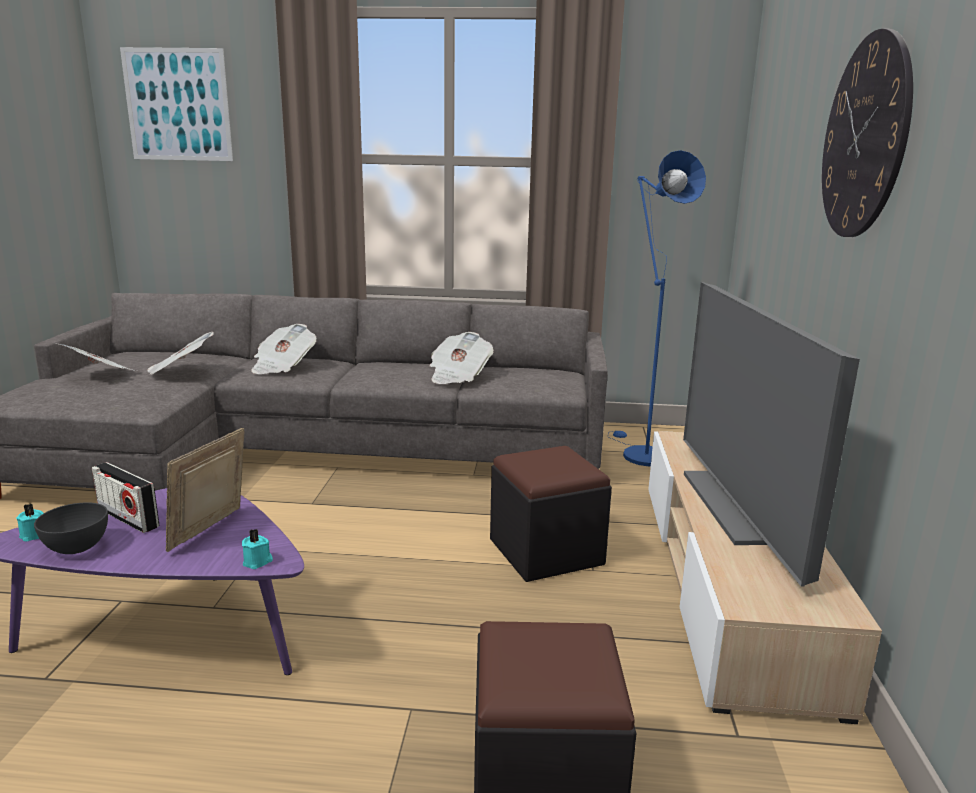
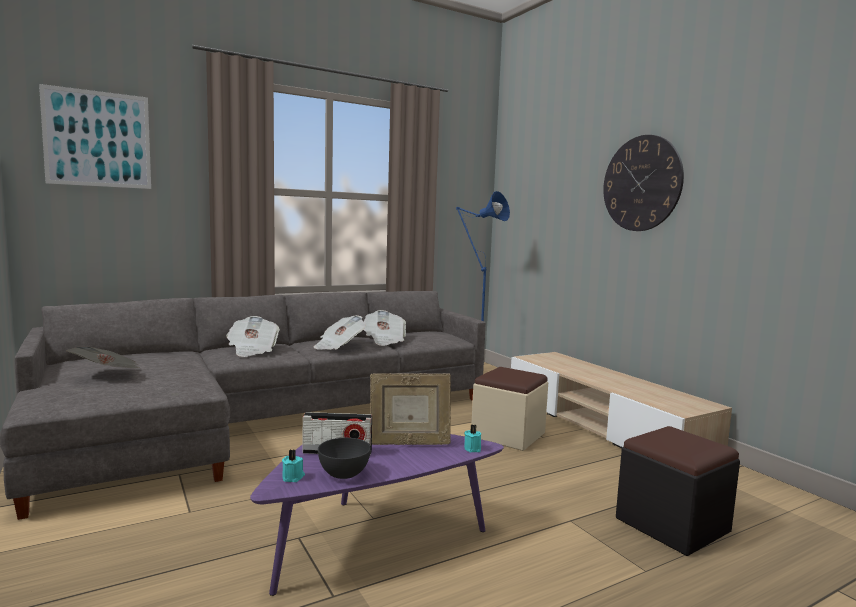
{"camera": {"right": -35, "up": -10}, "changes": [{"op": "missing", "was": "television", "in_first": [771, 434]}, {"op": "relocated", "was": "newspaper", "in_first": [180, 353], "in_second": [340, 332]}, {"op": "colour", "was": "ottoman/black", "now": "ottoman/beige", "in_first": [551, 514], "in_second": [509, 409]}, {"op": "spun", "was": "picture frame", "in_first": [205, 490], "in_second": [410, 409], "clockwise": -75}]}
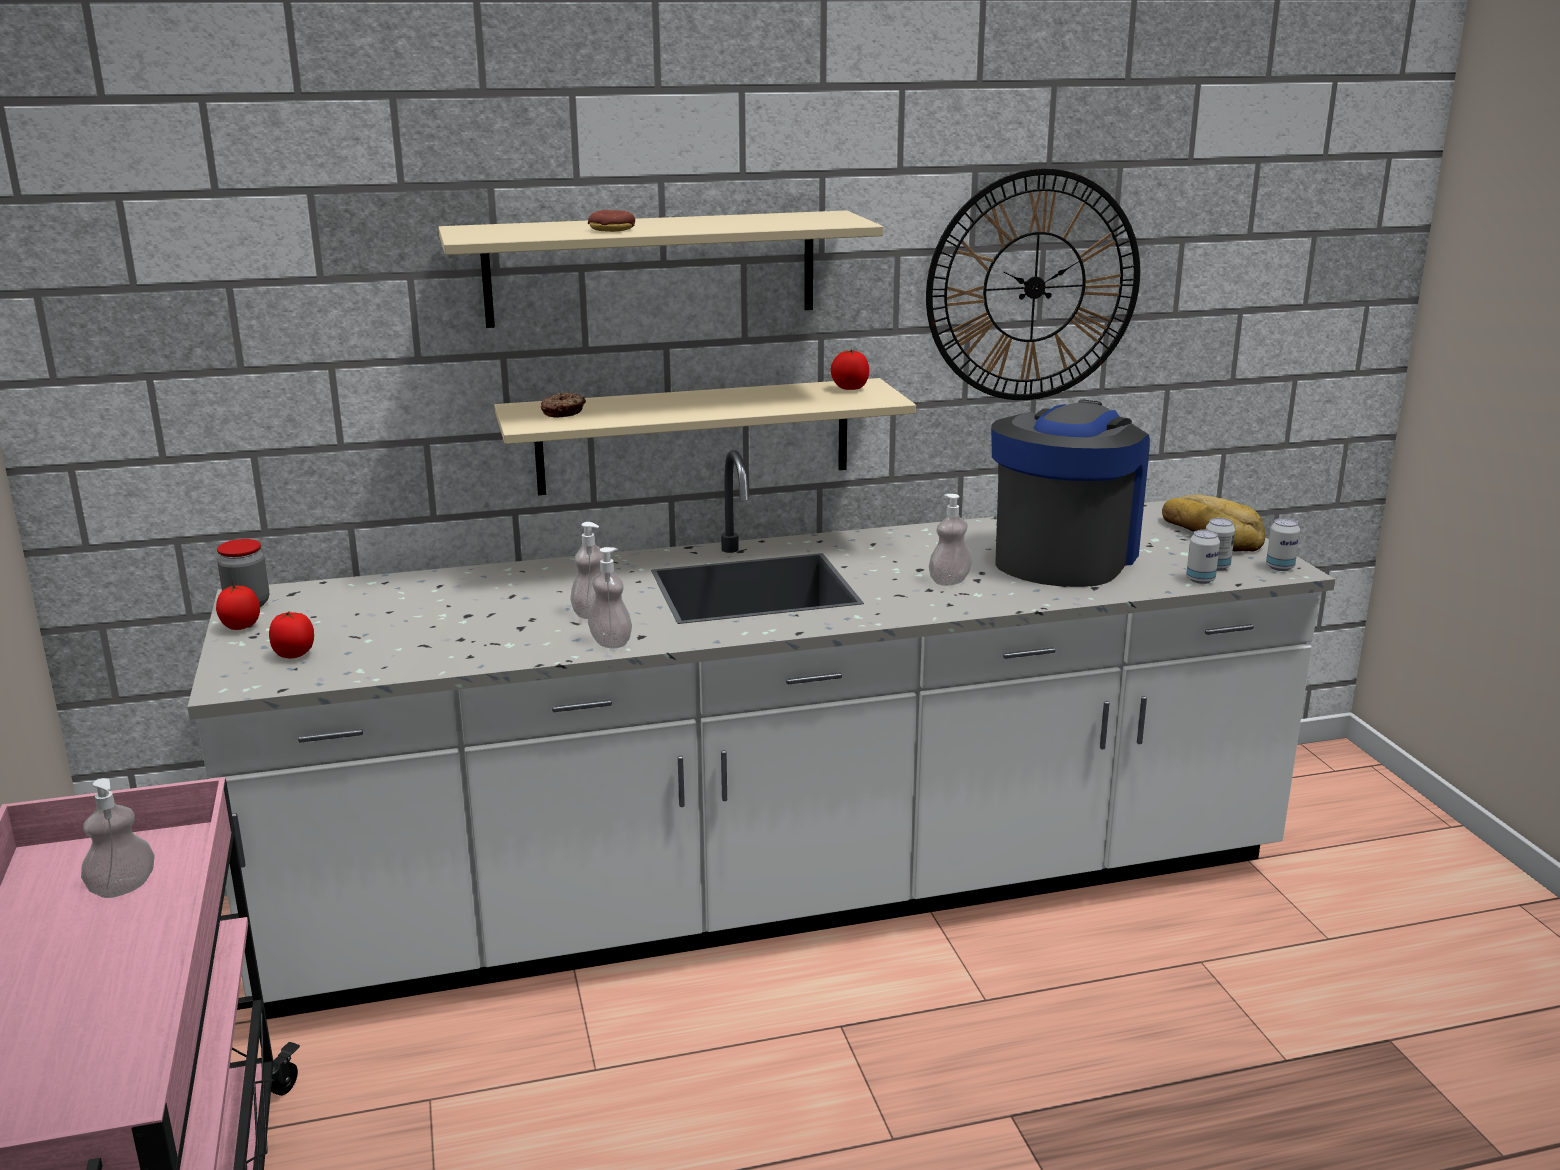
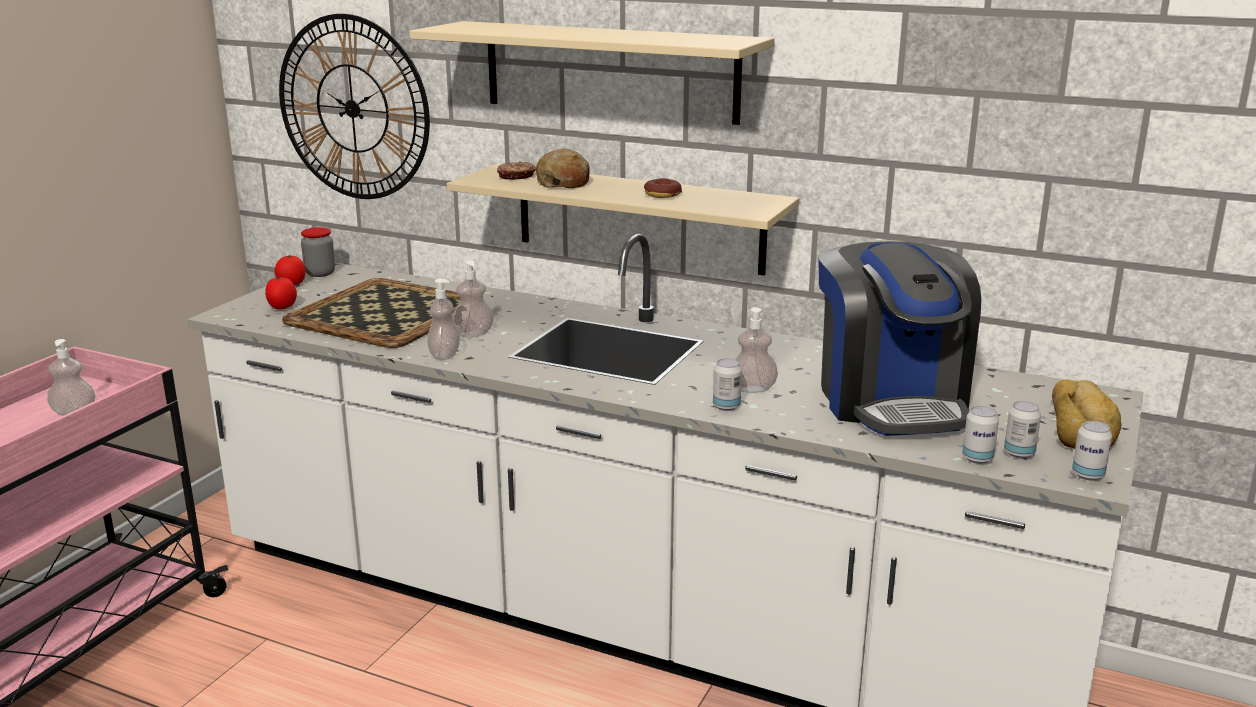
{"camera": {"right": 40, "up": 0}, "changes": [{"op": "missing", "was": "tomato", "in_first": [850, 370]}, {"op": "appeared", "now": "tray", "in_second": [371, 313]}, {"op": "appeared", "now": "bread", "in_second": [563, 168]}, {"op": "appeared", "now": "can", "in_second": [727, 384]}, {"op": "relocated", "was": "donut", "in_first": [611, 221], "in_second": [663, 188]}, {"op": "relocated", "was": "wall clock", "in_first": [1033, 284], "in_second": [354, 106]}, {"op": "spun", "was": "coffee machine", "in_first": [1070, 493], "in_second": [899, 338], "clockwise": 105}]}
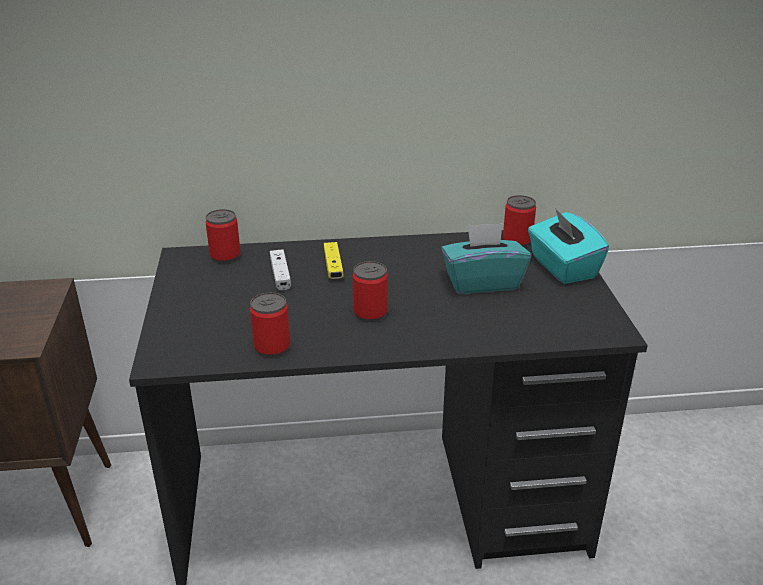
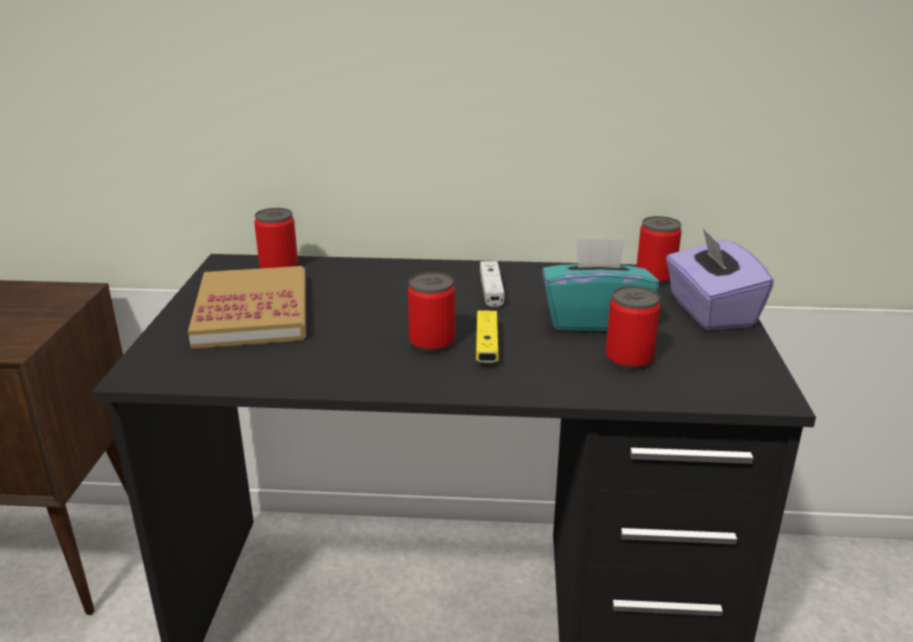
{"camera": {"right": 10, "up": -5}, "changes": [{"op": "appeared", "now": "book", "in_second": [247, 307]}, {"op": "relocated", "was": "can", "in_first": [270, 325], "in_second": [632, 328]}, {"op": "relocated", "was": "game controller/white", "in_first": [280, 269], "in_second": [492, 284]}, {"op": "relocated", "was": "game controller/yellow", "in_first": [334, 260], "in_second": [487, 336]}, {"op": "colour", "was": "tissue box/turquoise", "now": "tissue box/purple", "in_first": [568, 246], "in_second": [720, 279]}]}
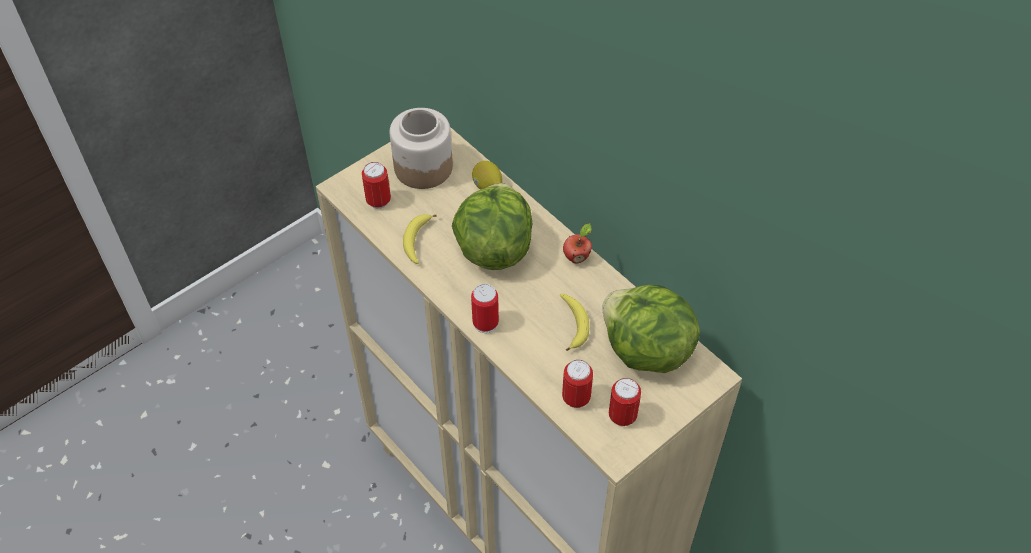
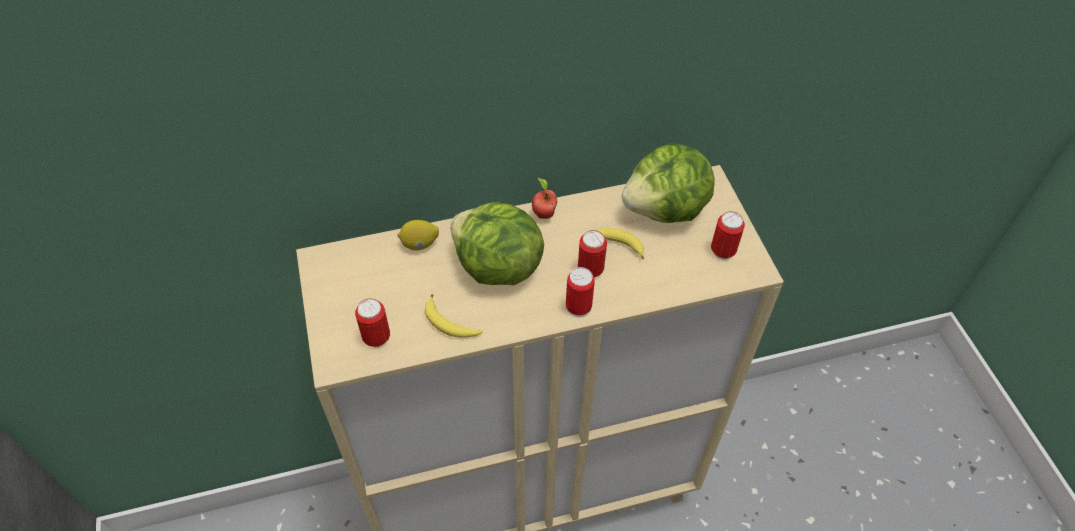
{"camera": {"right": -65, "up": 0}, "changes": [{"op": "missing", "was": "jar", "in_first": [421, 148]}, {"op": "relocated", "was": "can", "in_first": [577, 384], "in_second": [592, 254]}]}
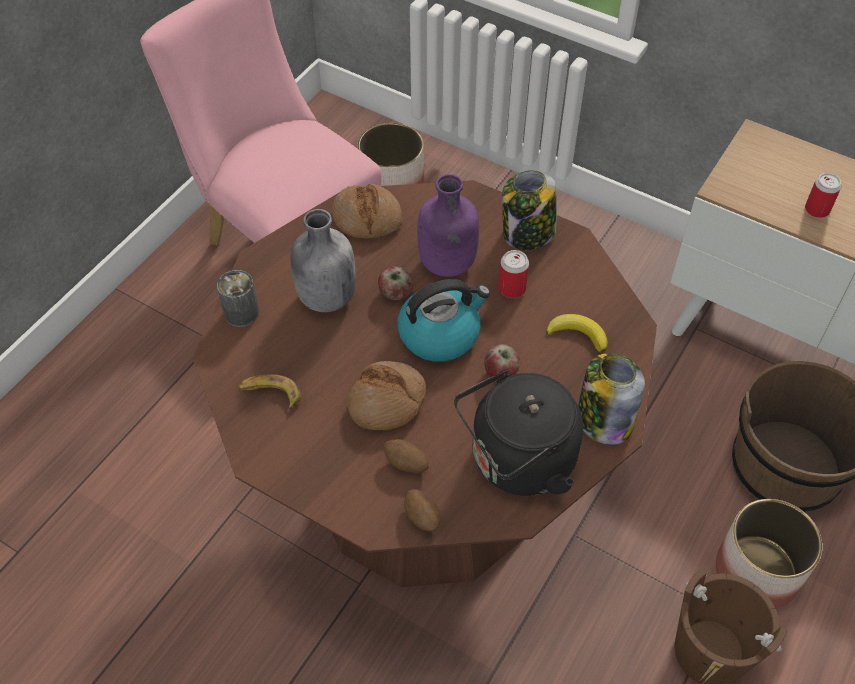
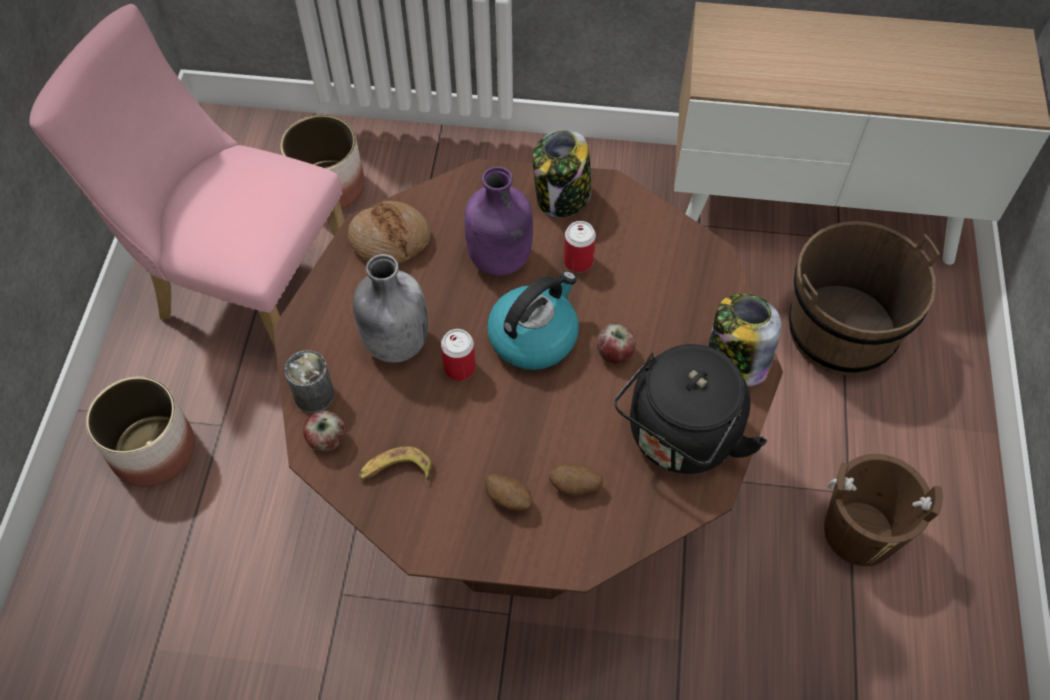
{"camera": {"right": -25, "up": 5}, "changes": [{"op": "missing", "was": "bread", "in_first": [387, 395]}, {"op": "missing", "was": "banana", "in_first": [577, 333]}, {"op": "relocated", "was": "apple", "in_first": [395, 283], "in_second": [324, 431]}, {"op": "relocated", "was": "potato", "in_first": [422, 510], "in_second": [508, 492]}, {"op": "relocated", "was": "planter", "in_first": [769, 554], "in_second": [140, 431]}, {"op": "relocated", "was": "can", "in_first": [823, 195], "in_second": [458, 355]}]}
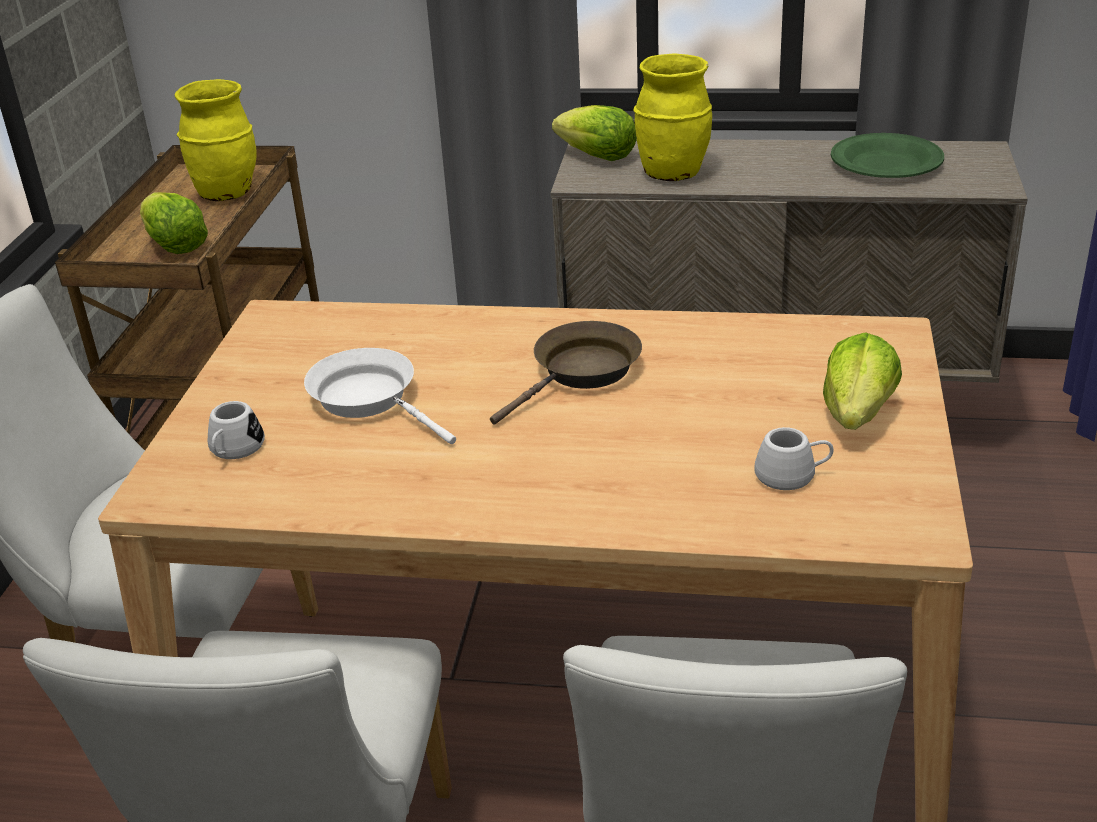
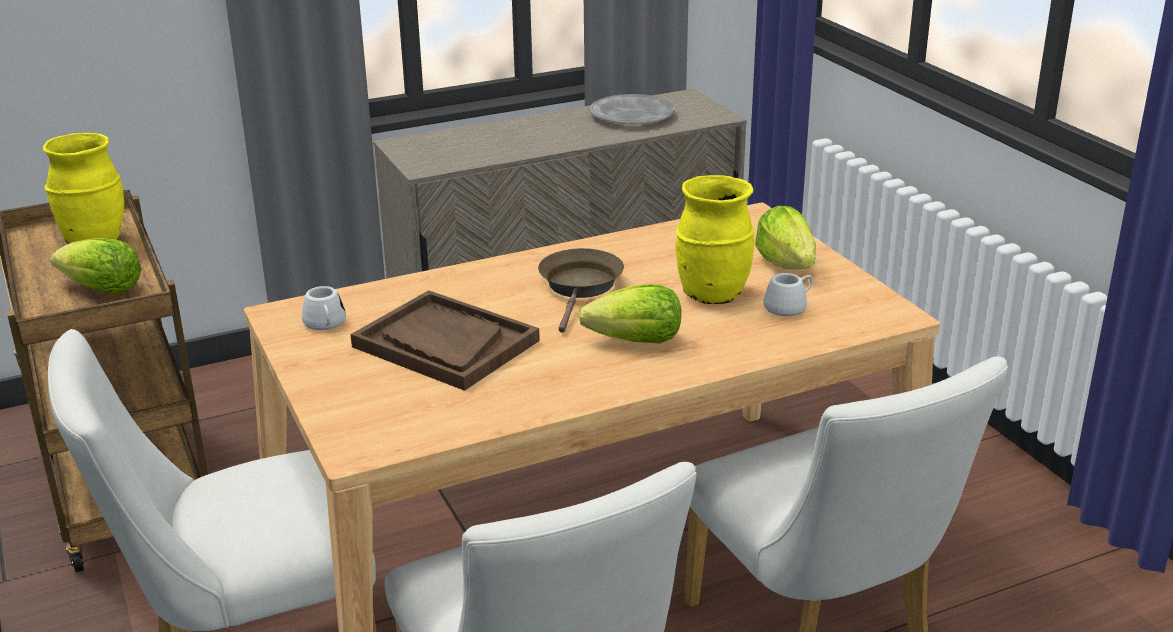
{"camera": {"right": -35, "up": -5}, "changes": [{"op": "relocated", "was": "mug/white", "in_first": [236, 430], "in_second": [324, 308]}, {"op": "relocated", "was": "lettuce", "in_first": [594, 133], "in_second": [630, 313]}, {"op": "relocated", "was": "vase/yellow", "in_first": [672, 117], "in_second": [714, 239]}, {"op": "exchanged", "was": "frying pan/white", "now": "tray/brown", "in_first": [380, 396], "in_second": [445, 340]}, {"op": "colour", "was": "plate/green", "now": "plate/grey", "in_first": [887, 155], "in_second": [632, 109]}]}
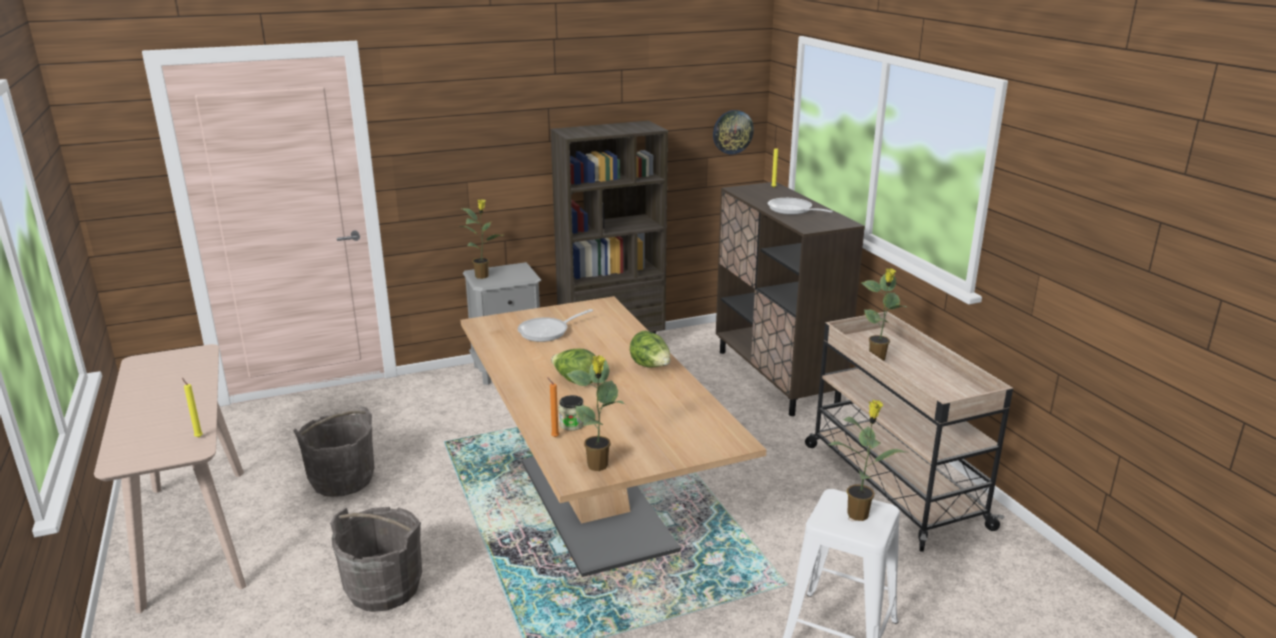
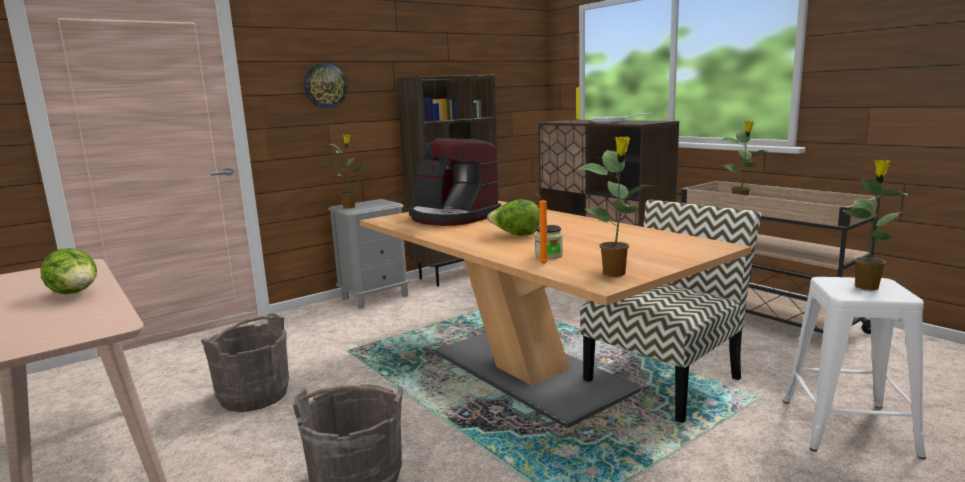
{"camera": {"right": -15, "up": -10}, "changes": [{"op": "missing", "was": "candle/yellow", "in_first": [192, 407]}, {"op": "appeared", "now": "chair", "in_second": [671, 311]}, {"op": "relocated", "was": "lettuce", "in_first": [650, 349], "in_second": [68, 271]}, {"op": "relocated", "was": "wall clock", "in_first": [733, 132], "in_second": [325, 85]}, {"op": "exchanged", "was": "frying pan", "now": "coffee machine", "in_first": [555, 325], "in_second": [455, 182]}]}
